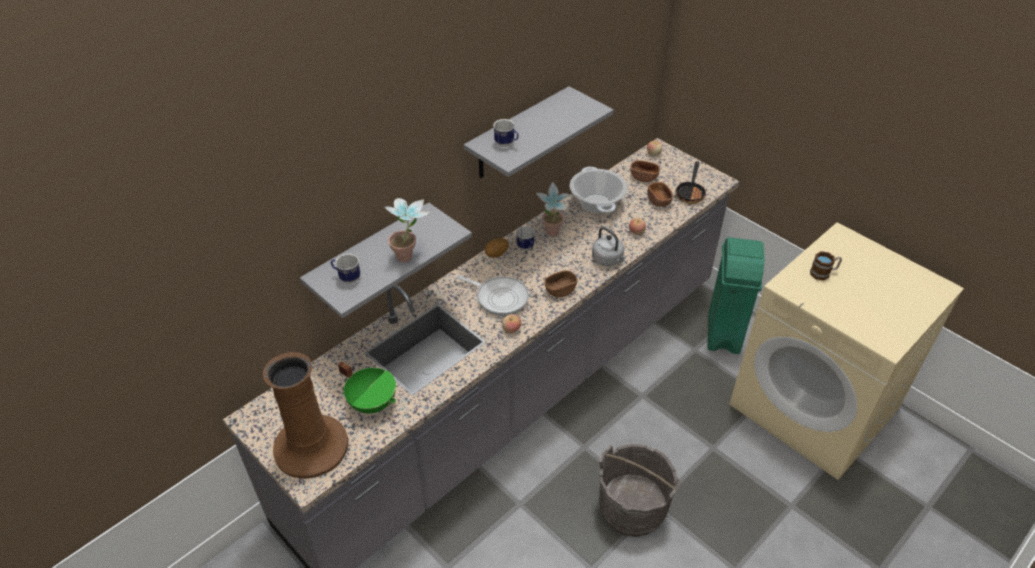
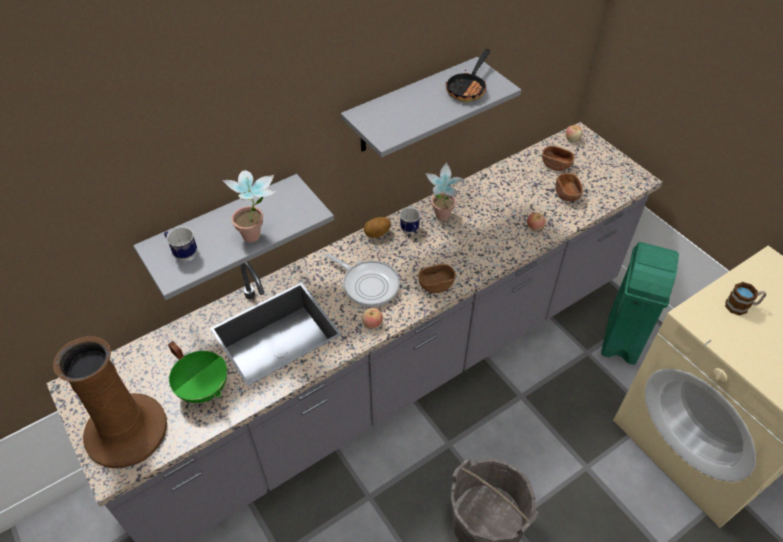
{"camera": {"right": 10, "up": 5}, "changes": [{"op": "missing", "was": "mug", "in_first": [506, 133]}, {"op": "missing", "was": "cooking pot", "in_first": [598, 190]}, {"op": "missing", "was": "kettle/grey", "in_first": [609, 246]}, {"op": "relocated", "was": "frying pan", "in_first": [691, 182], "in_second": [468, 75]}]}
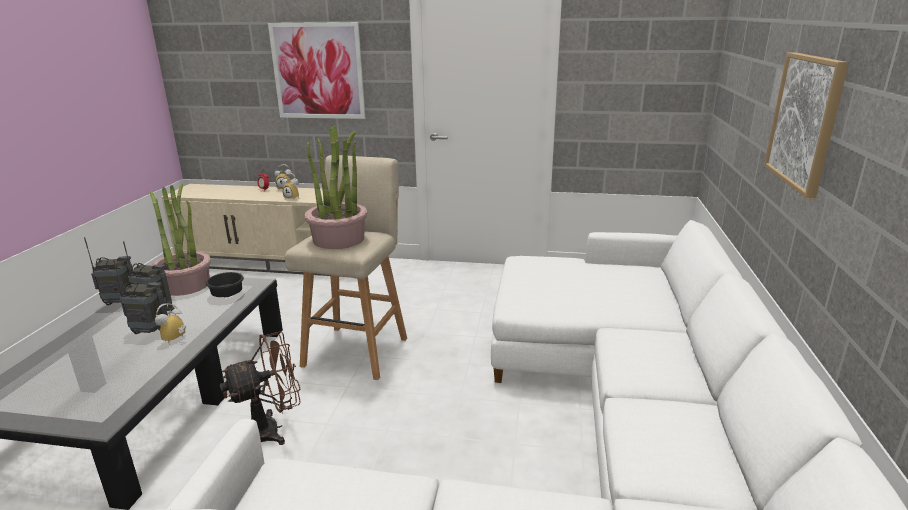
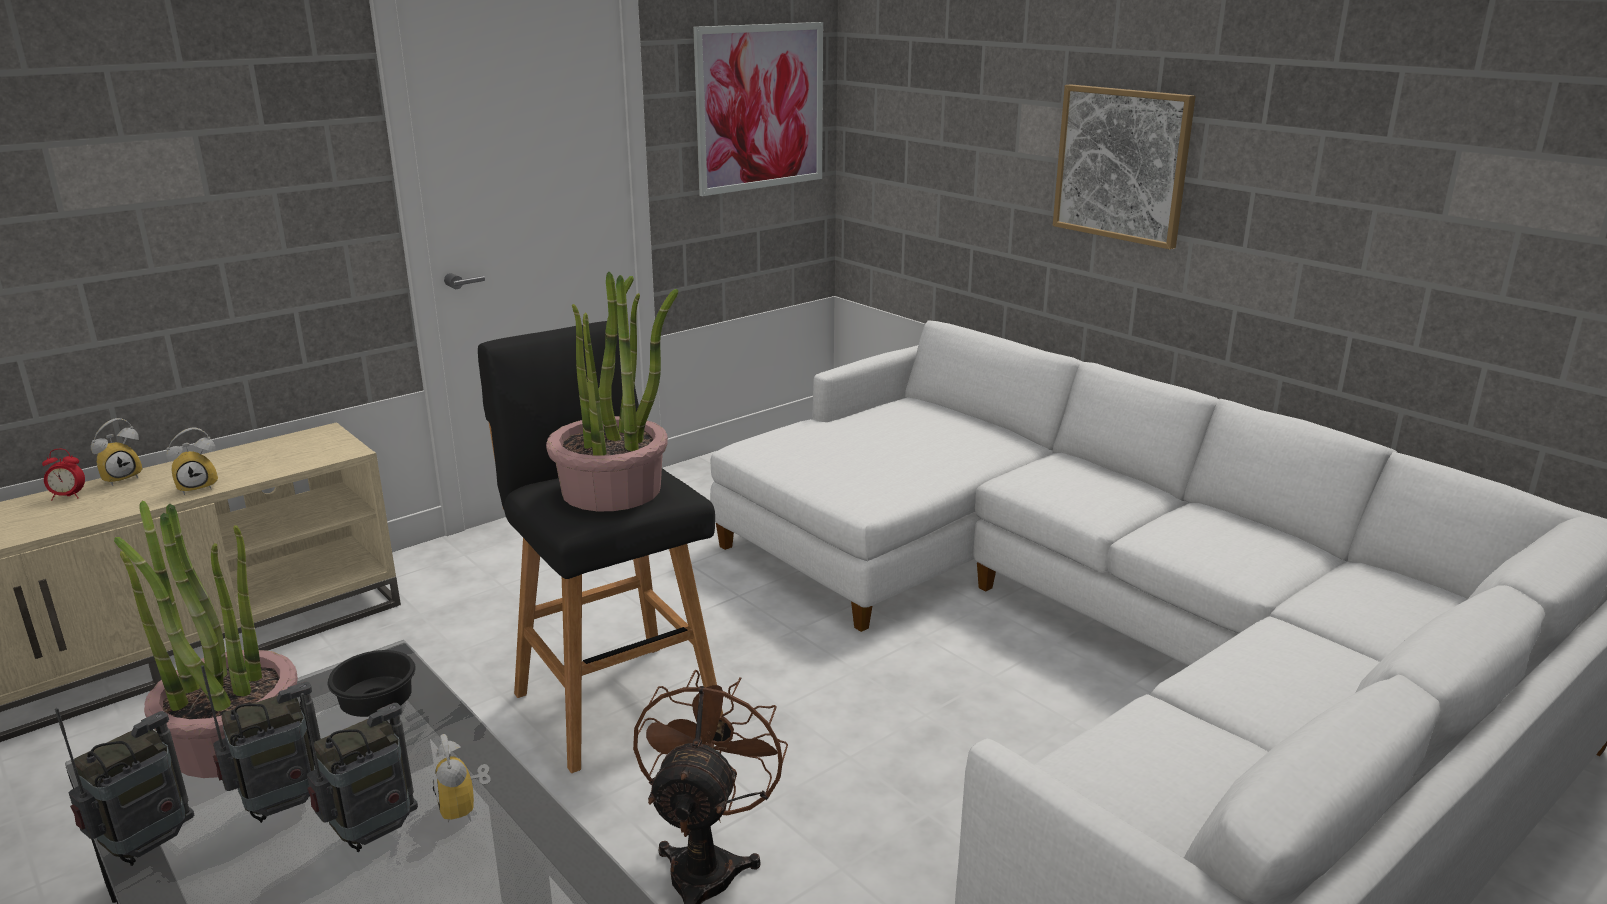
{"camera": {"right": -50, "up": 0}, "changes": [{"op": "relocated", "was": "picture", "in_first": [316, 70], "in_second": [758, 109]}, {"op": "colour", "was": "stool/beige", "now": "stool/black", "in_first": [346, 267], "in_second": [600, 547]}]}
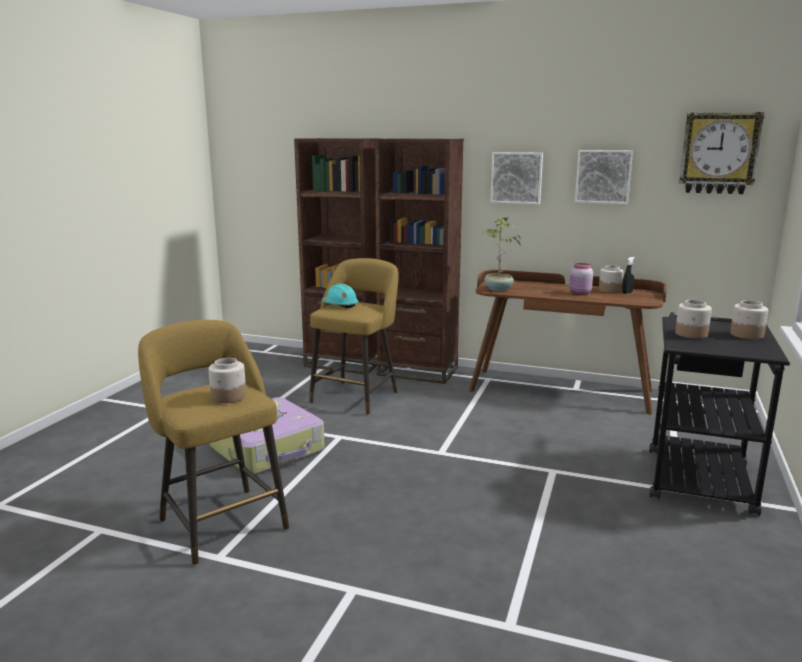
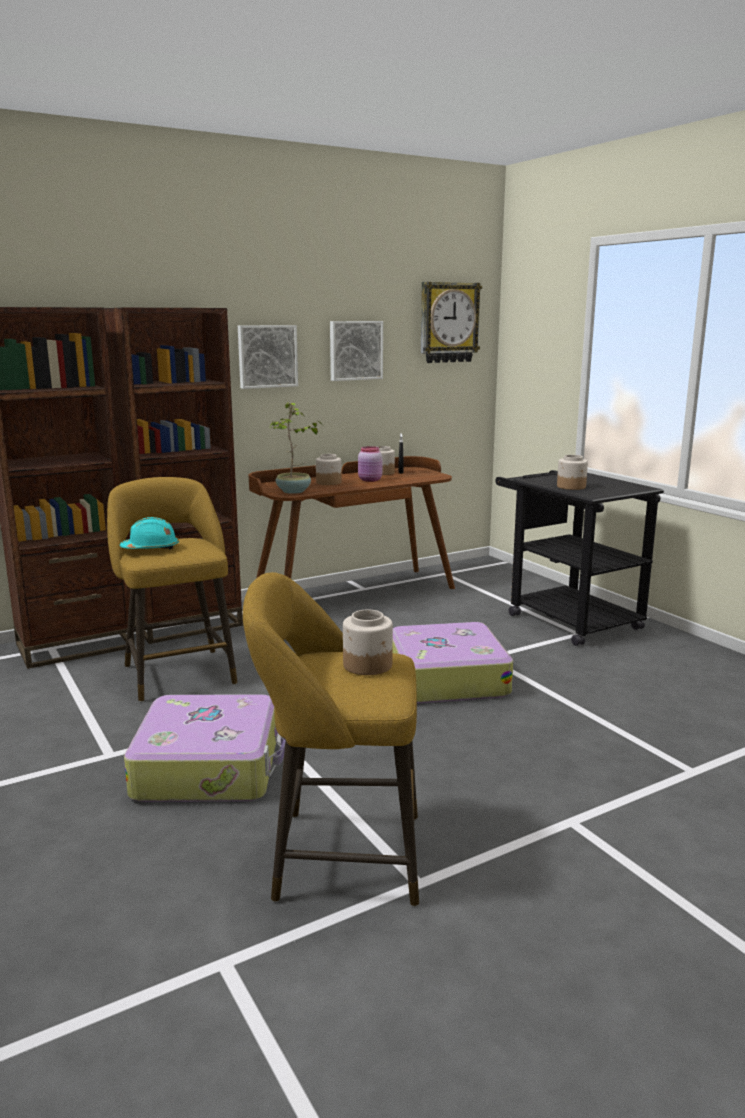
{"camera": {"right": -50, "up": 0}, "changes": [{"op": "appeared", "now": "suitcase", "in_second": [453, 662]}, {"op": "relocated", "was": "jar", "in_first": [749, 319], "in_second": [329, 469]}]}
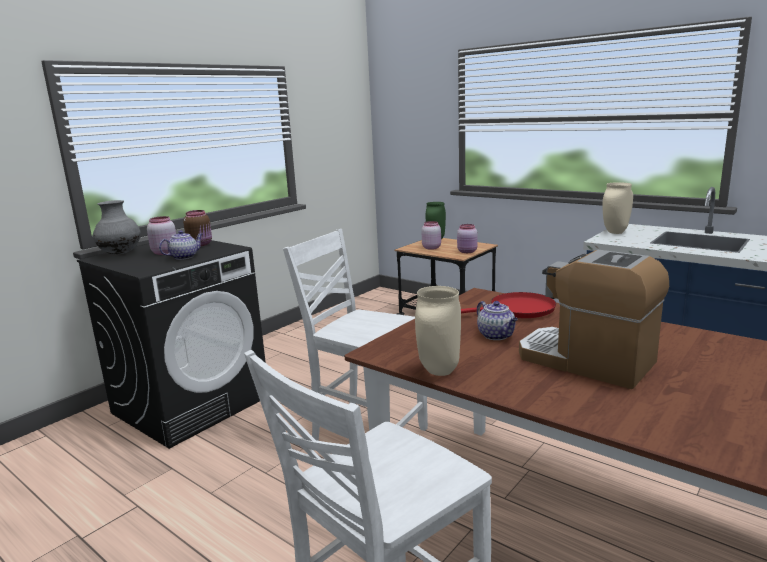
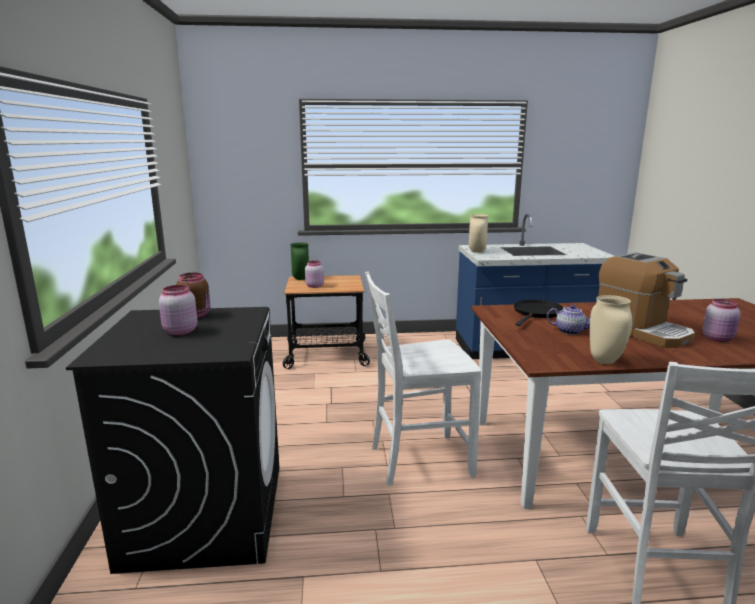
{"camera": {"right": -45, "up": 0}, "changes": [{"op": "missing", "was": "vase/grey", "in_first": [117, 227]}, {"op": "missing", "was": "teapot", "in_first": [181, 245]}, {"op": "relocated", "was": "jar/pink", "in_first": [467, 238], "in_second": [721, 320]}, {"op": "colour", "was": "frying pan/red", "now": "frying pan/black", "in_first": [508, 305], "in_second": [539, 312]}, {"op": "spun", "was": "coffee machine", "in_first": [594, 319], "in_second": [646, 300], "clockwise": -120}]}
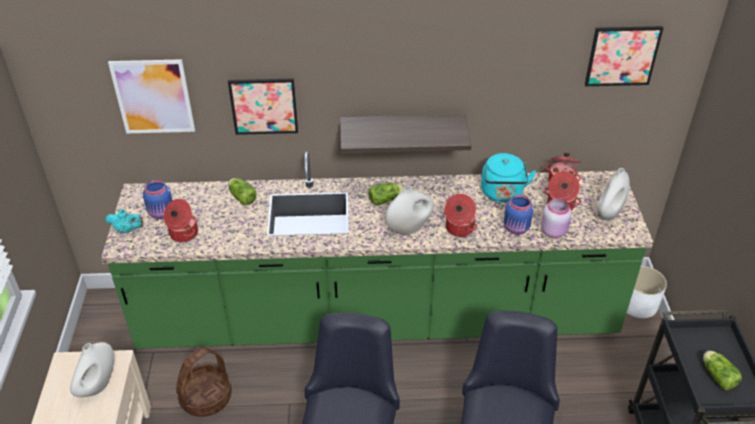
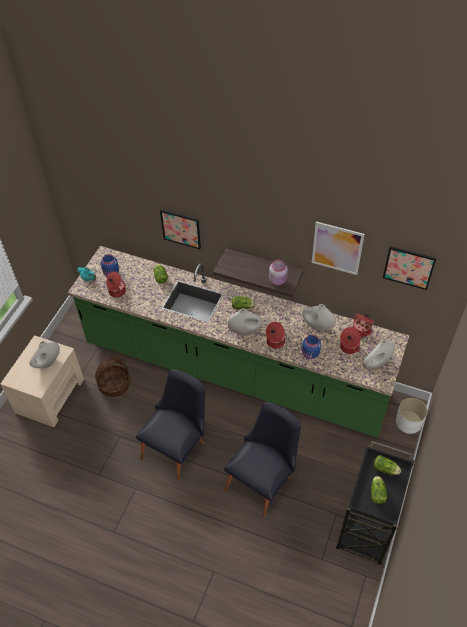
{"camera": {"right": 25, "up": 10}, "changes": [{"op": "appeared", "now": "lettuce", "in_second": [387, 465]}, {"op": "relocated", "was": "picture", "in_first": [151, 96], "in_second": [338, 248]}, {"op": "relocated", "was": "jar/pink", "in_first": [556, 218], "in_second": [278, 273]}, {"op": "exchanged", "was": "kettle/turquoise", "now": "vase/white", "in_first": [508, 177], "in_second": [319, 317]}]}
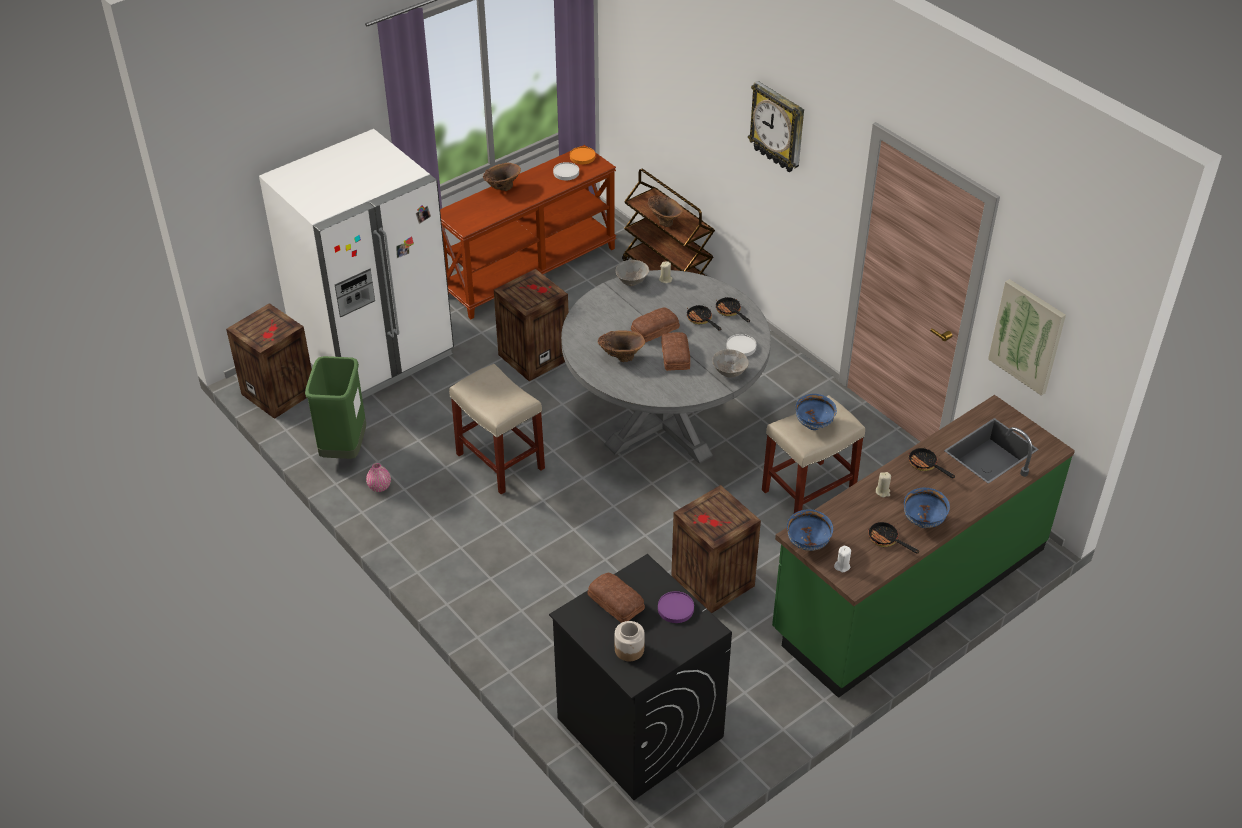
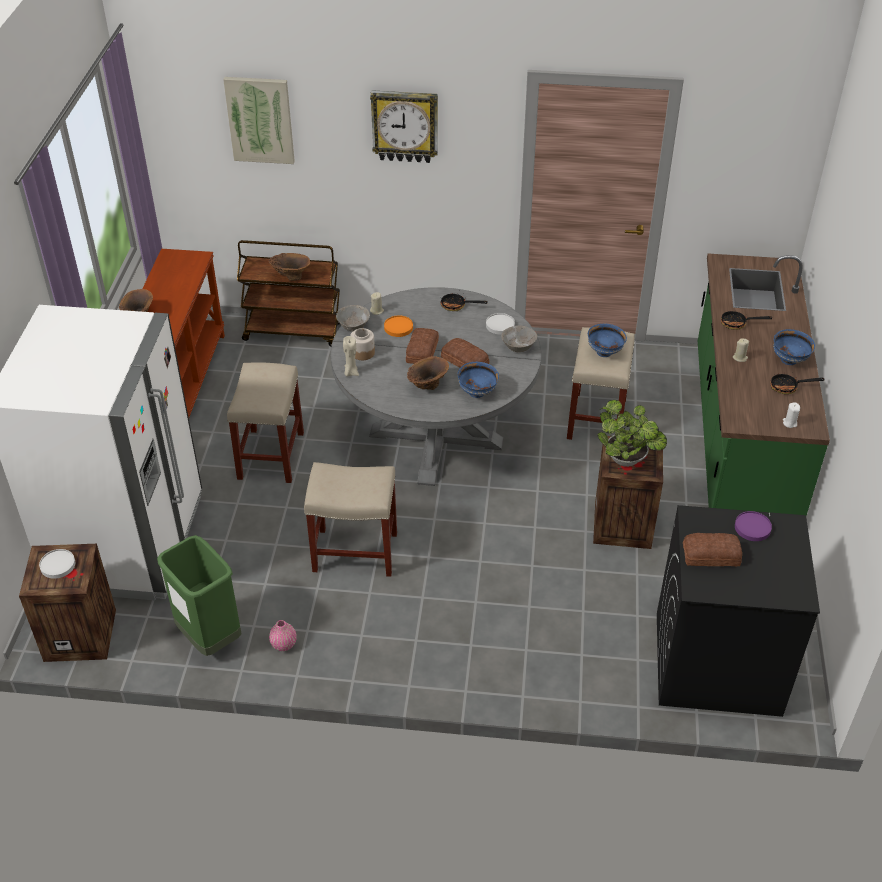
{"camera": {"right": -45, "up": 0}, "changes": [{"op": "missing", "was": "frying pan", "in_first": [704, 317]}, {"op": "appeared", "now": "candle/beige", "in_second": [351, 356]}, {"op": "appeared", "now": "potted plant", "in_second": [632, 433]}, {"op": "relocated", "was": "plate/white", "in_first": [566, 171], "in_second": [57, 564]}, {"op": "relocated", "was": "plate/orange", "in_first": [582, 155], "in_second": [398, 326]}, {"op": "relocated", "was": "jar", "in_first": [630, 641], "in_second": [362, 344]}, {"op": "relocated", "was": "bowl/blue", "in_first": [810, 530], "in_second": [478, 380]}, {"op": "relocated", "was": "picture", "in_first": [1027, 337], "in_second": [259, 120]}, {"op": "exchanged", "was": "crate", "now": "stool/beige", "in_first": [531, 325], "in_second": [265, 422]}]}
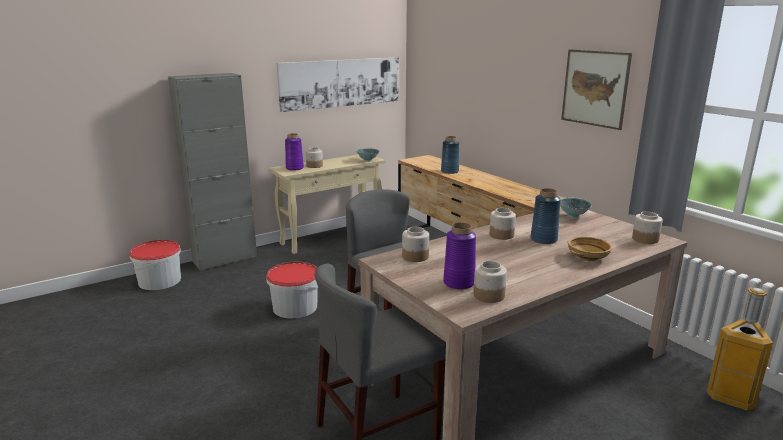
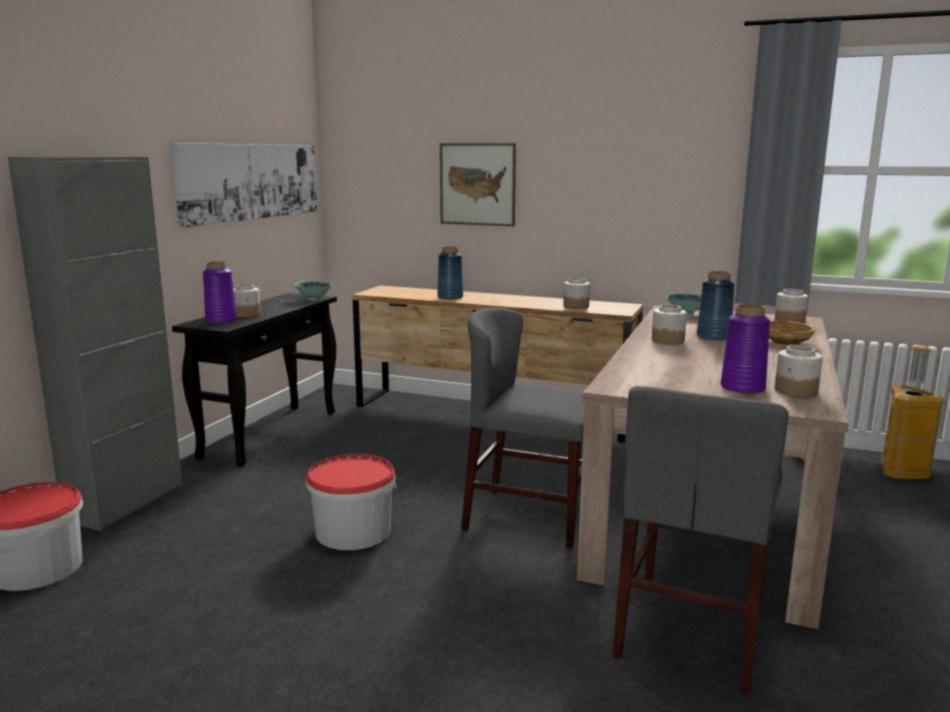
{"camera": {"right": -35, "up": -5}, "changes": [{"op": "relocated", "was": "jar", "in_first": [415, 244], "in_second": [576, 293]}, {"op": "relocated", "was": "picture", "in_first": [596, 89], "in_second": [478, 184]}, {"op": "colour", "was": "console table/beige", "now": "console table/black", "in_first": [326, 205], "in_second": [254, 380]}]}
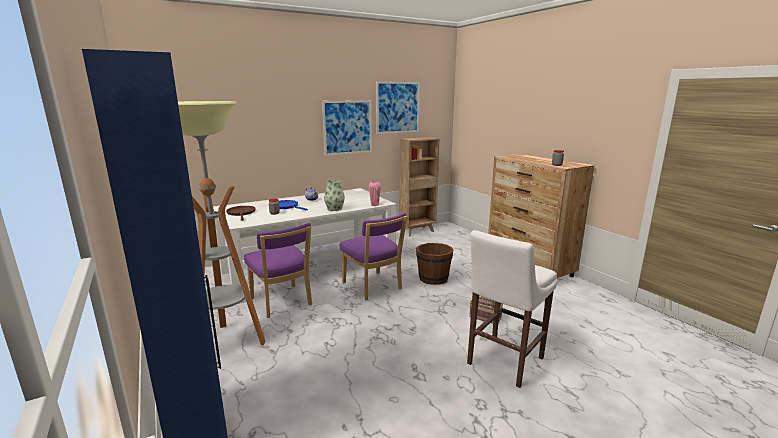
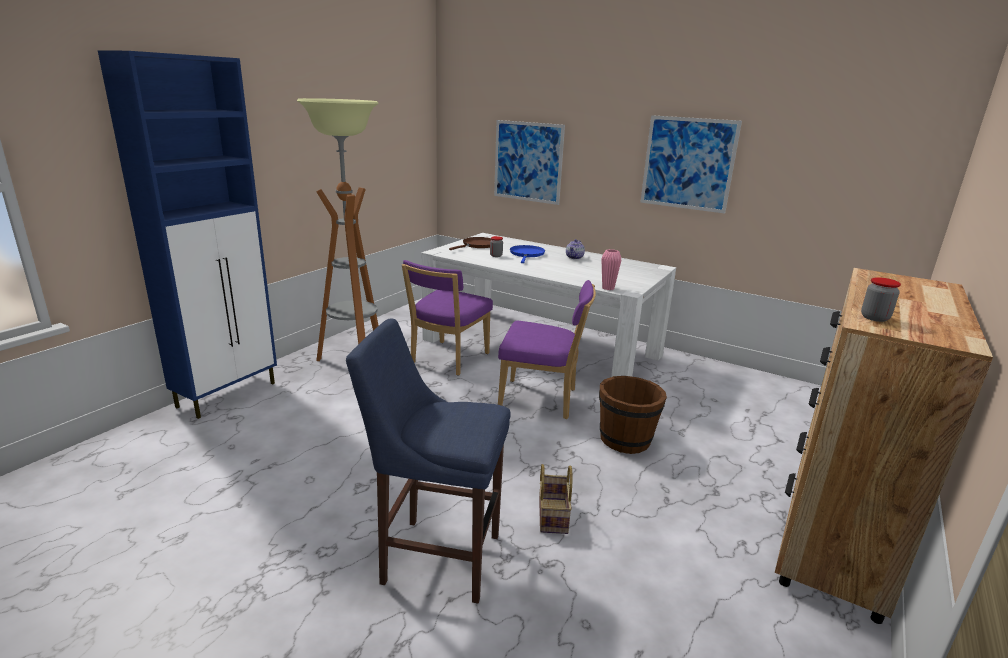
{"camera": {"right": 60, "up": 5}, "changes": [{"op": "missing", "was": "vase", "in_first": [334, 195]}, {"op": "missing", "was": "bookcase/brown", "in_first": [419, 186]}, {"op": "relocated", "was": "picture", "in_first": [398, 107], "in_second": [529, 162]}, {"op": "colour", "was": "stool/white", "now": "stool/blue", "in_first": [512, 309], "in_second": [428, 460]}, {"op": "spun", "was": "chair/purple", "in_first": [373, 256], "in_second": [547, 349], "clockwise": -105}]}
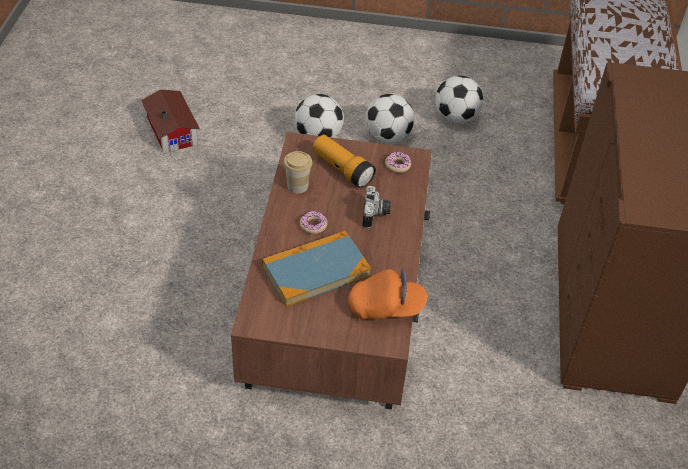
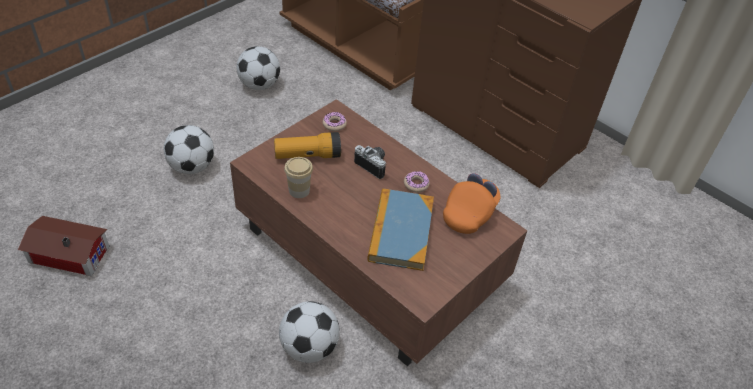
{"camera": {"right": -55, "up": 0}, "changes": [{"op": "relocated", "was": "donut", "in_first": [313, 222], "in_second": [417, 181]}, {"op": "relocated", "was": "football", "in_first": [389, 118], "in_second": [309, 332]}]}
